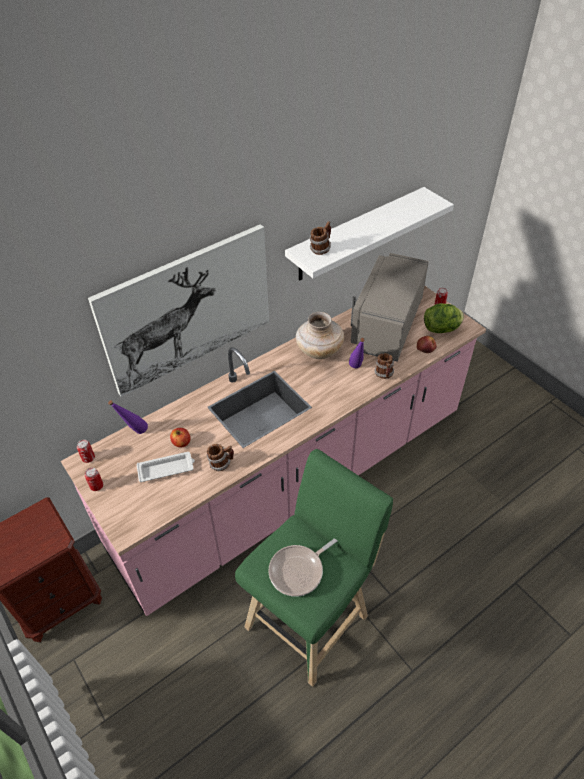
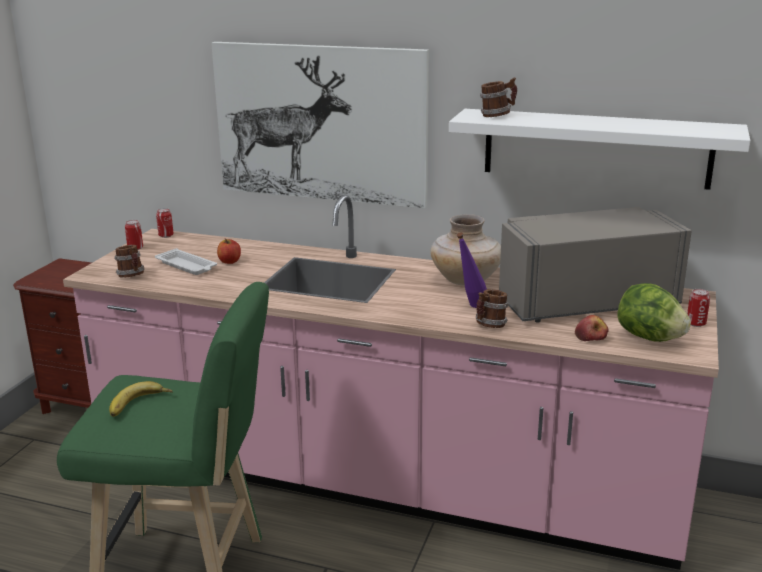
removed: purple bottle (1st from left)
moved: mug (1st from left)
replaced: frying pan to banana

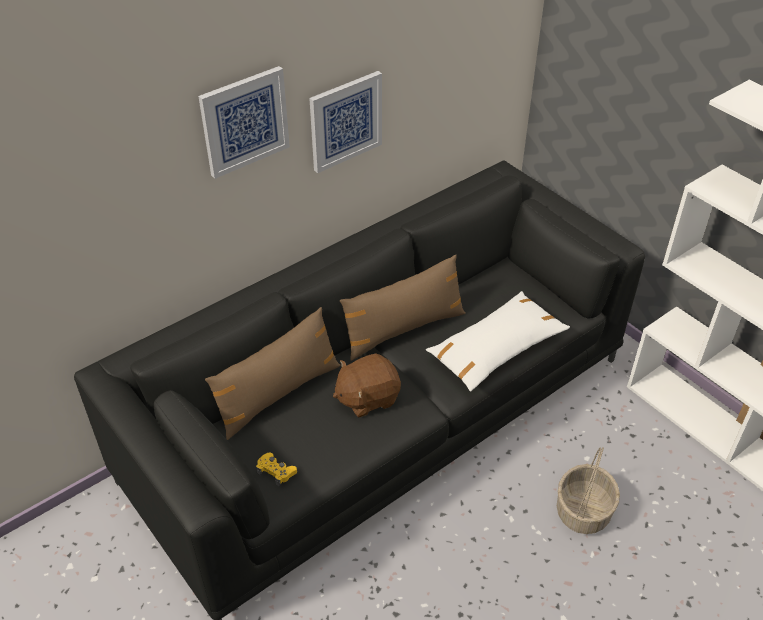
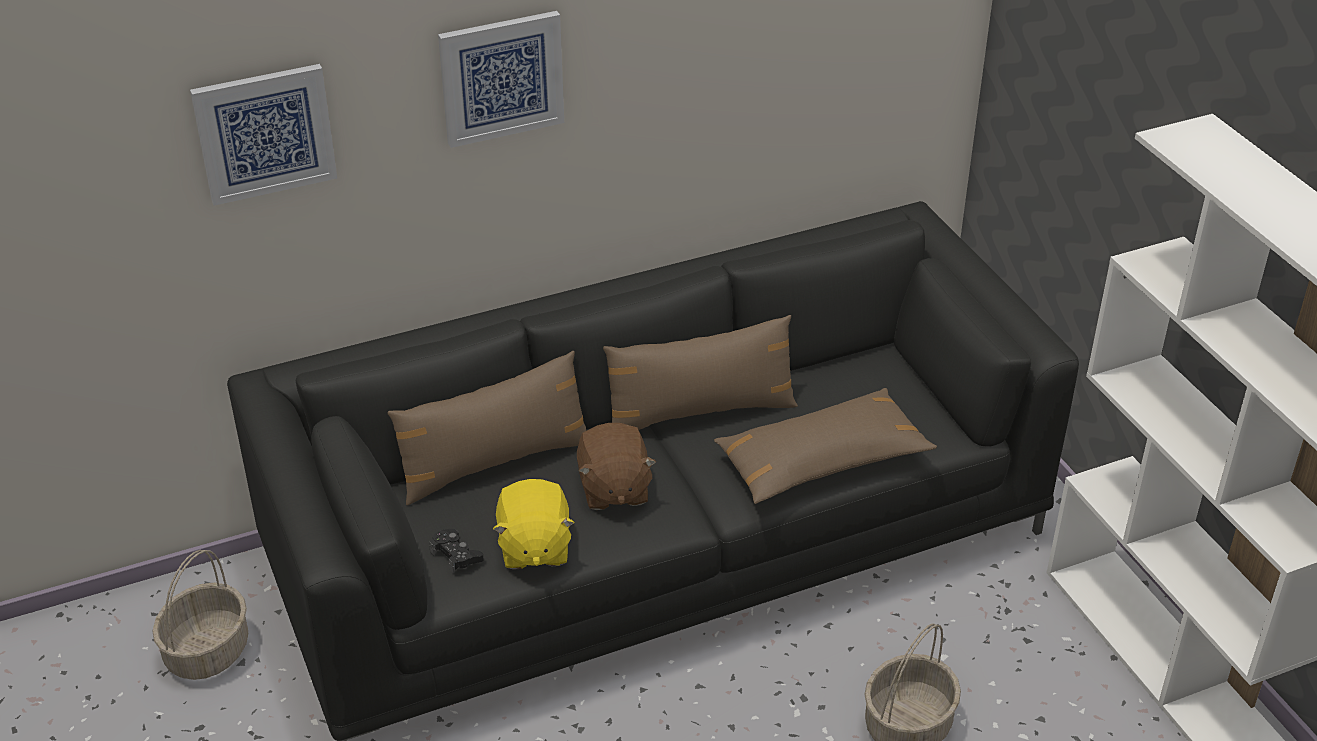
added: basket (1st from left); yellow plush toy
moved: picture (2nd from left in the first image) to picture (1st from left)
recoloured: yellow game controller to black game controller; white pillow to brown pillow (3rd from left)
turned: brown plush toy 90 degrees counterclockwise

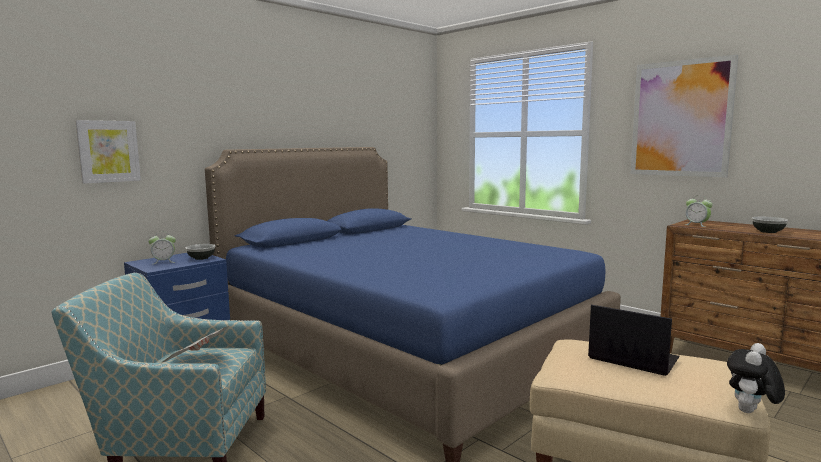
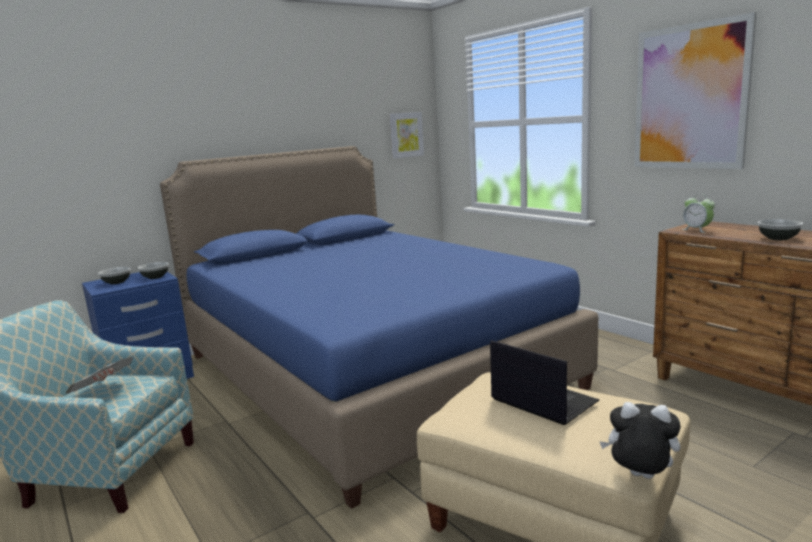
moved: picture (1st from left)
replaced: alarm clock (1st from left) to bowl (1st from left)
turned: plush toy 60 degrees clockwise

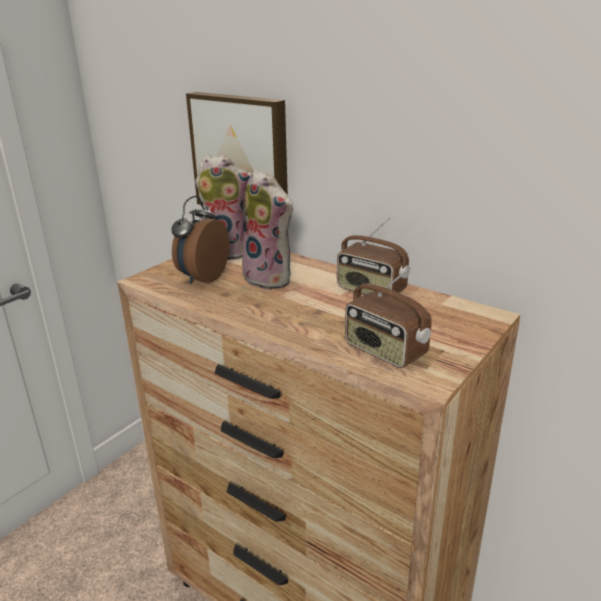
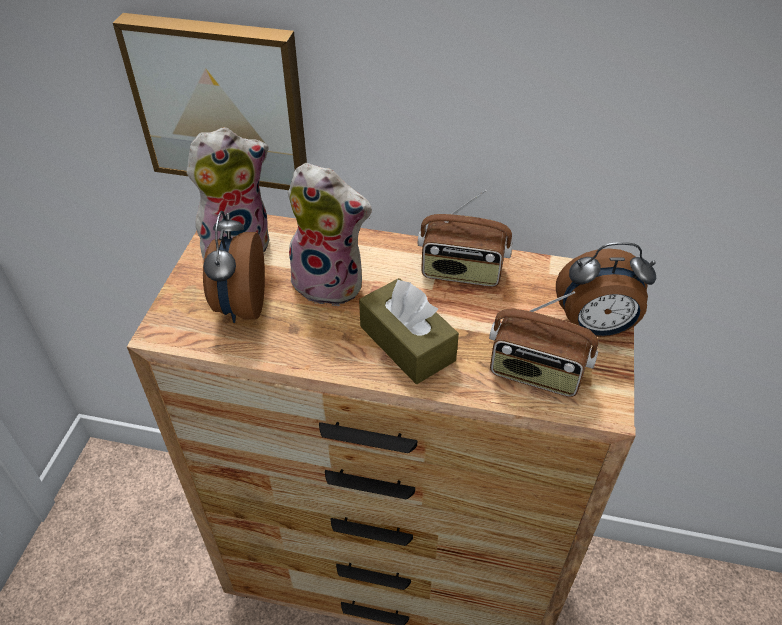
added: brown tissue box; alarm clock (2nd from left)

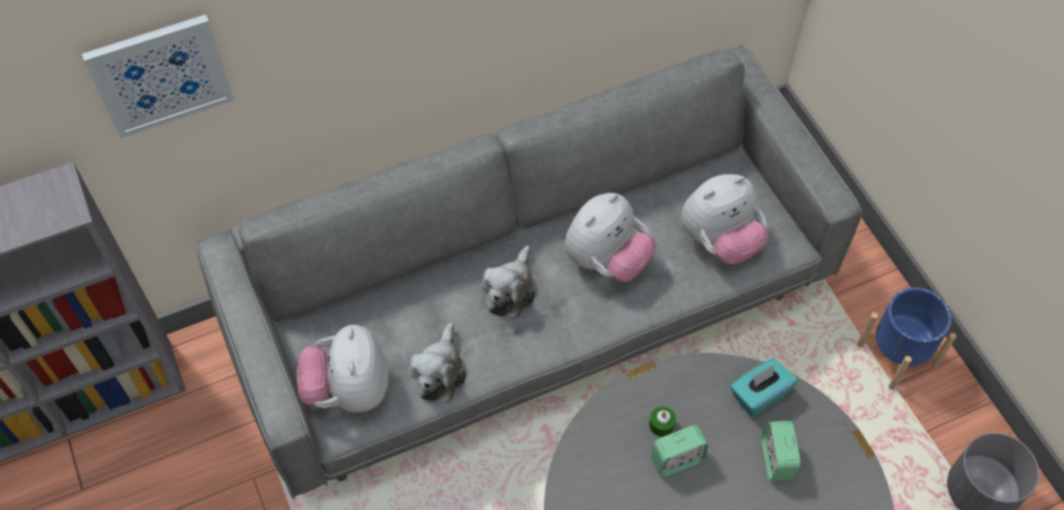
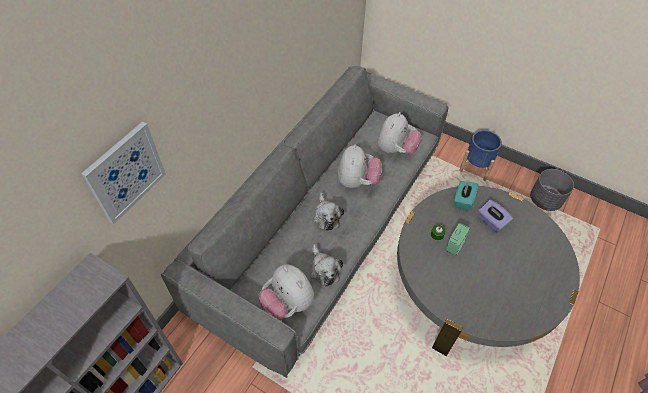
replaced: alarm clock (2nd from left) to purple tissue box

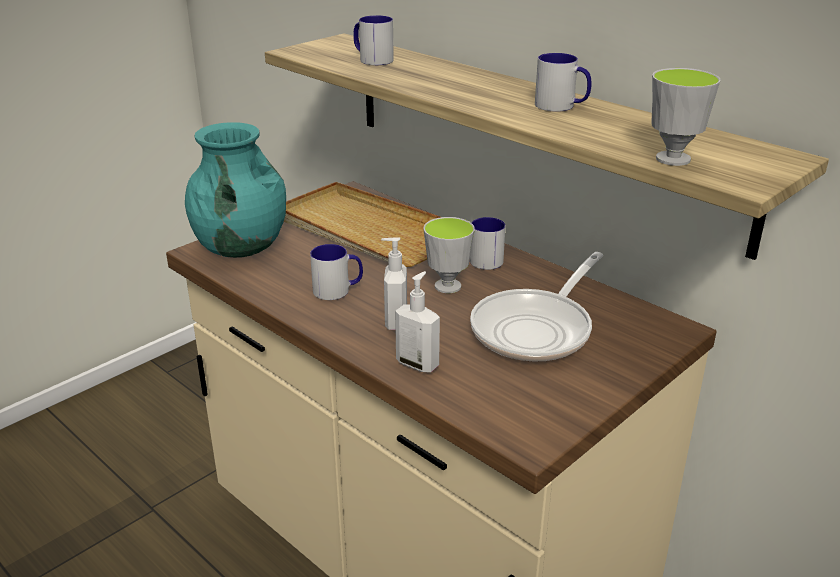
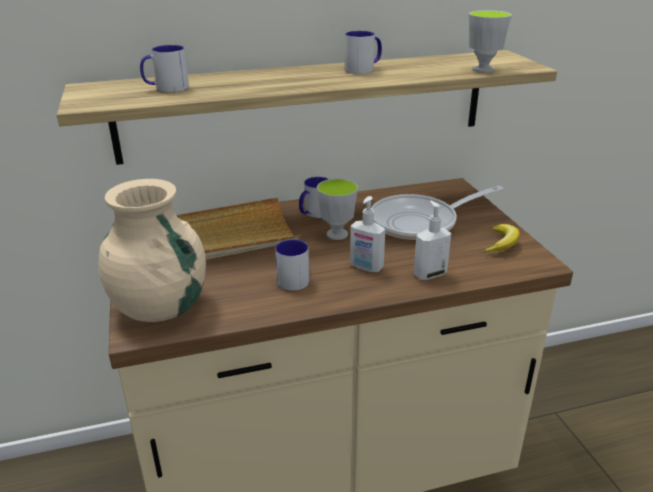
added: banana
recoloured: turquoise vase to beige vase
turned: frying pan 90 degrees clockwise

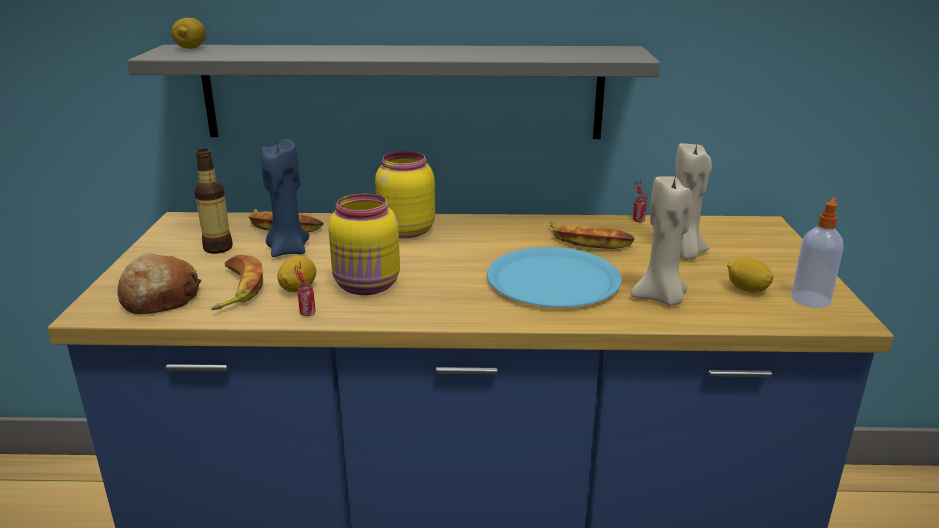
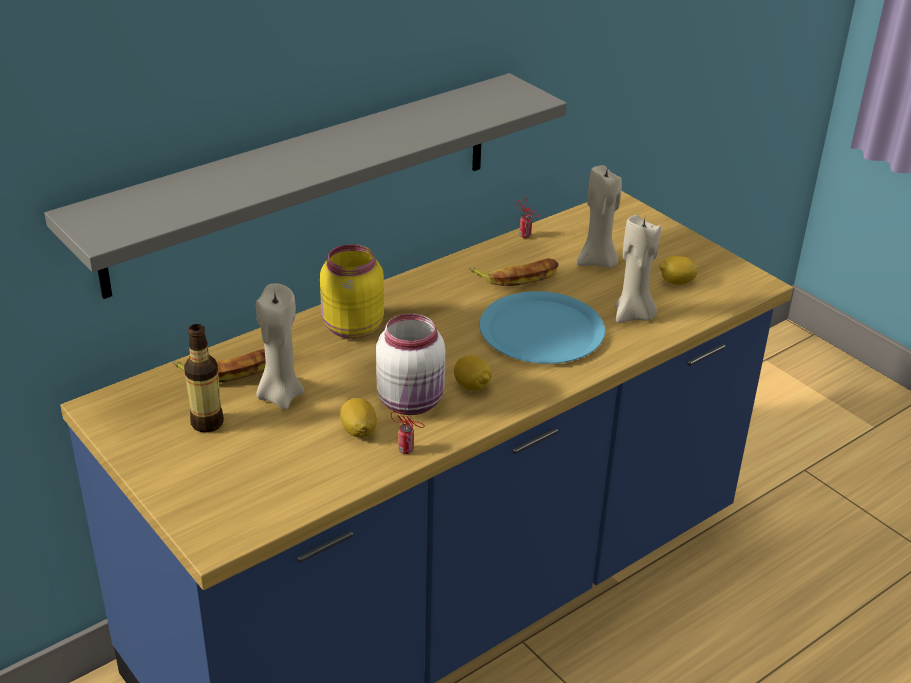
removed: bread; banana (1st from left); soap dispenser
moved: lemon (1st from left in the first image) to lemon (2nd from left)
recoloured: blue candle to beige candle (1st from left); yellow jar (1st from left) to white jar

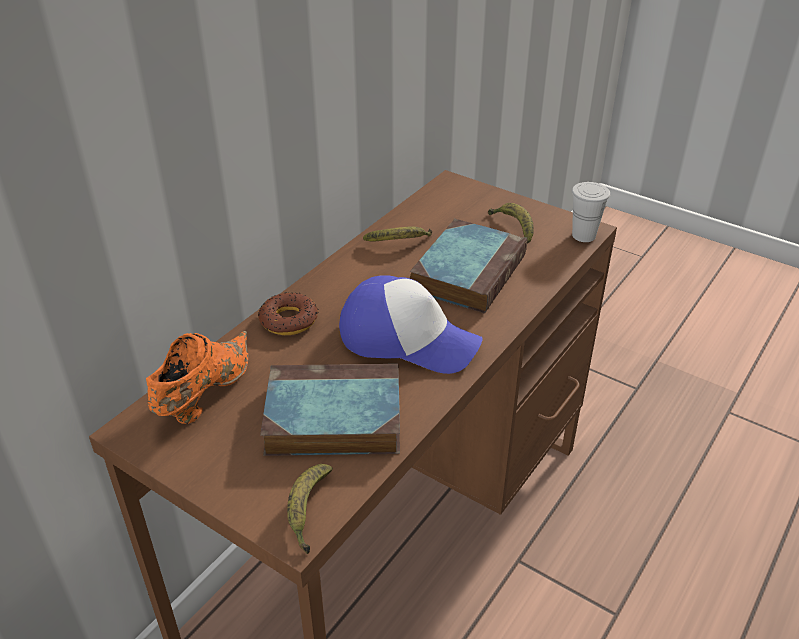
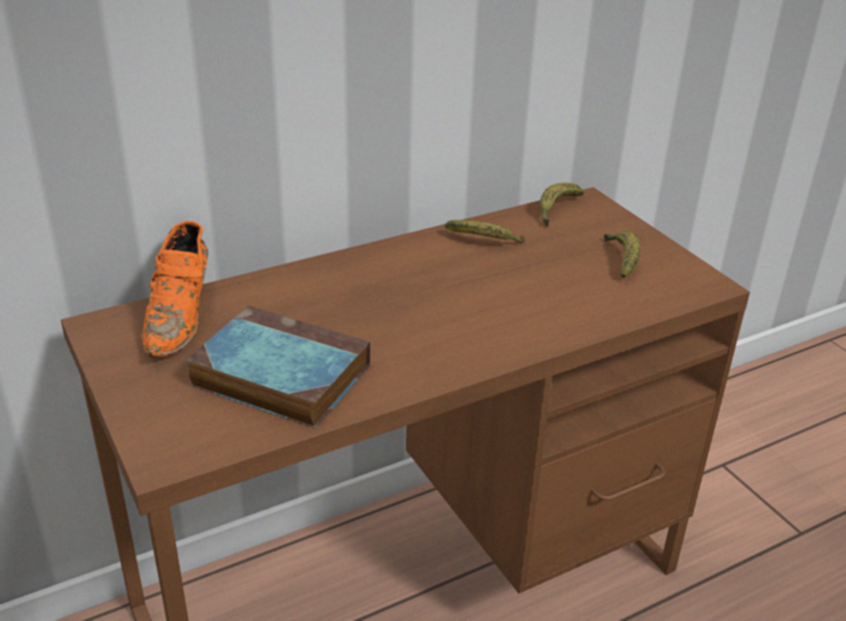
removed: donut; cap; book (2nd from left); white cup
moved: banana (1st from left in the first image) to banana (2nd from left)
turned: orange shoe 135 degrees clockwise

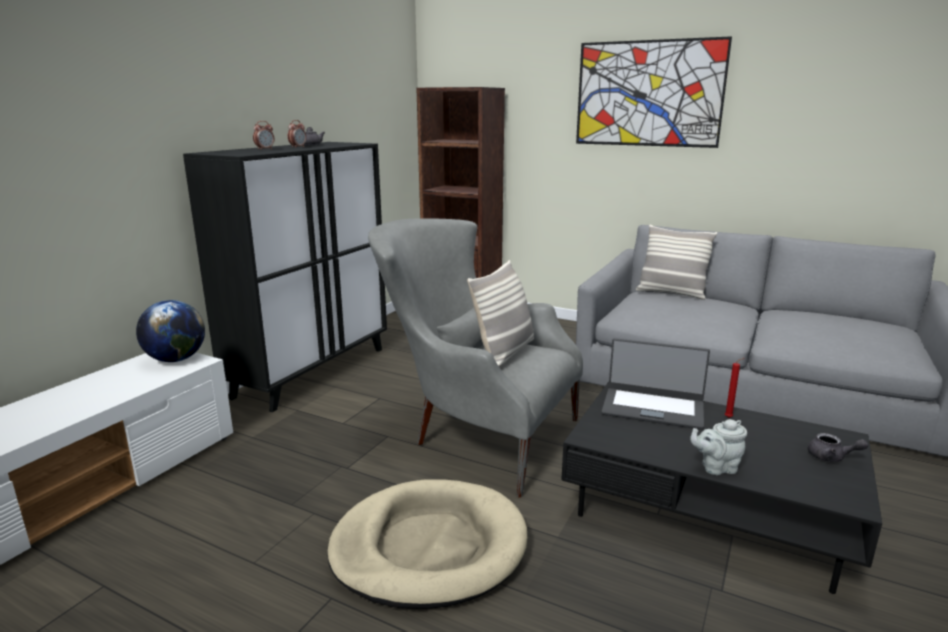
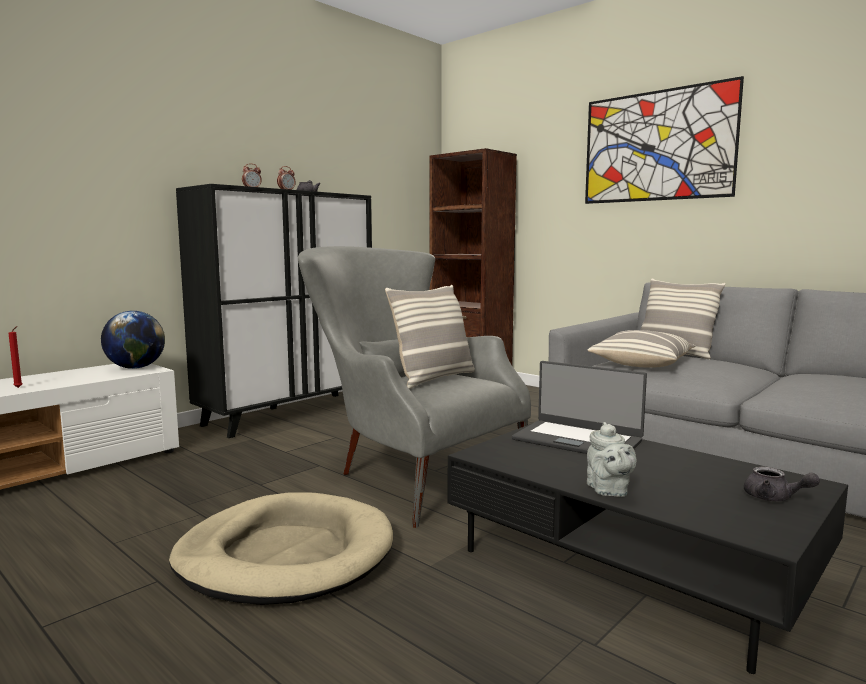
added: pillow (2nd from left)
moved: red candle
turned: grey teapot (2nd from left) 105 degrees counterclockwise

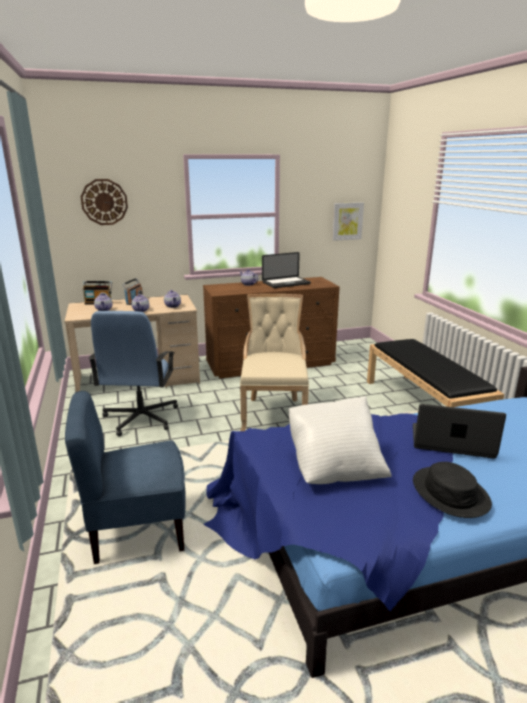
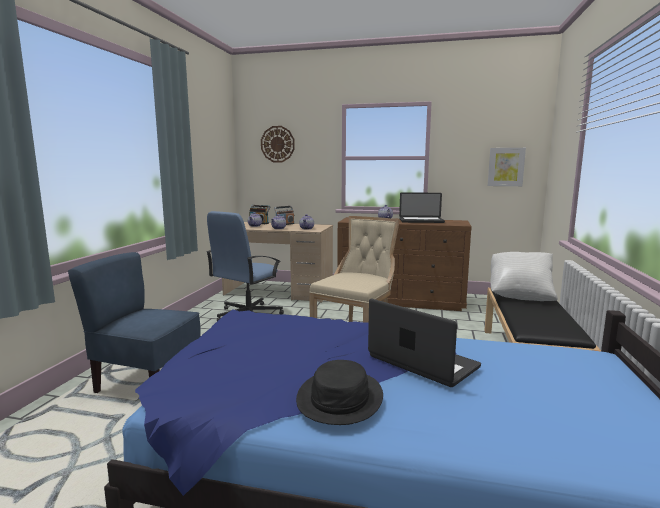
moved: white pillow

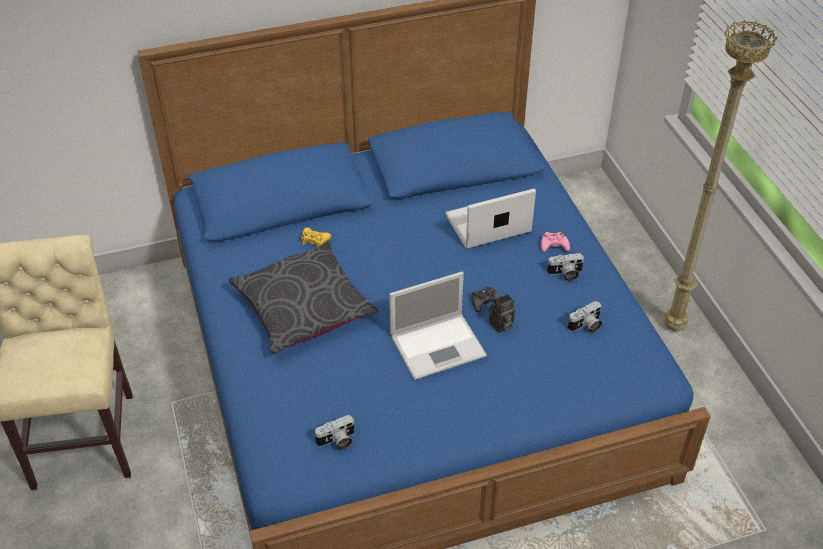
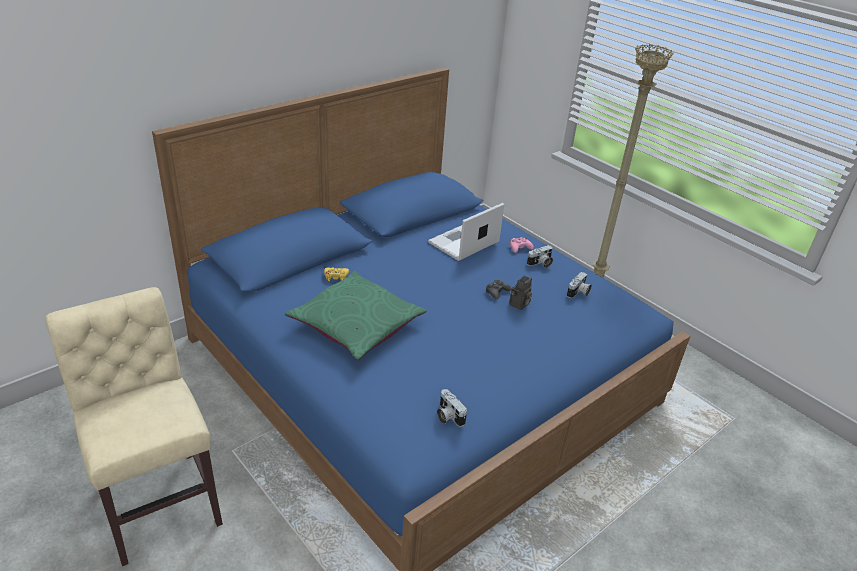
removed: laptop (1st from left)
recoloured: grey pillow to green pillow
turned: photo camera (1st from left) 105 degrees clockwise

